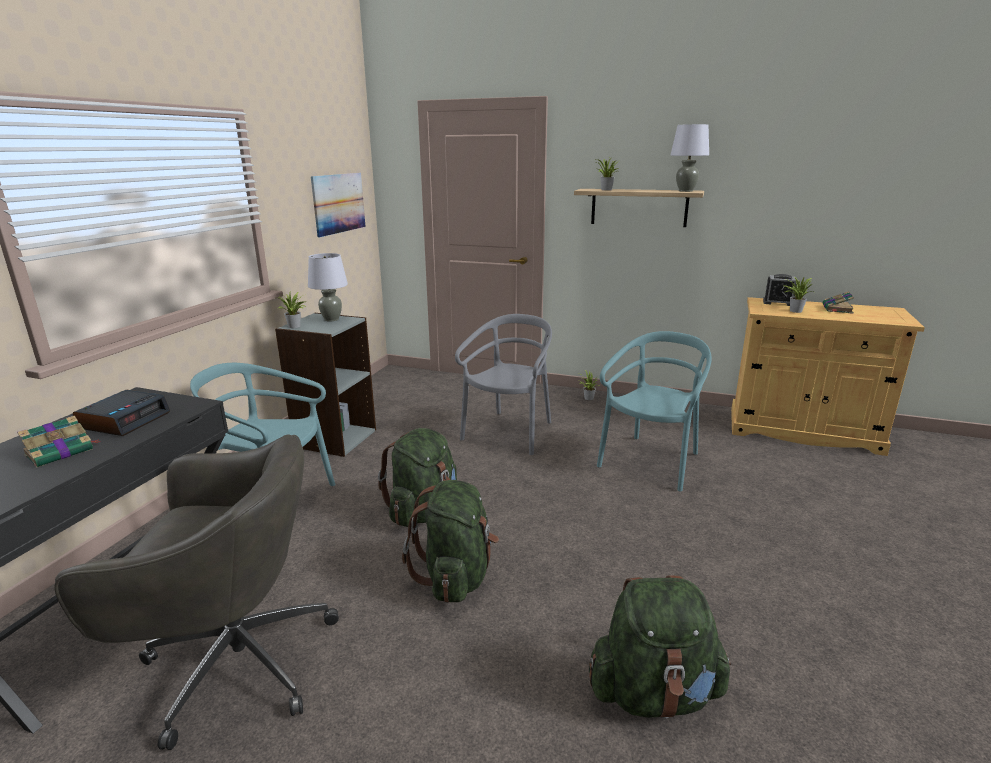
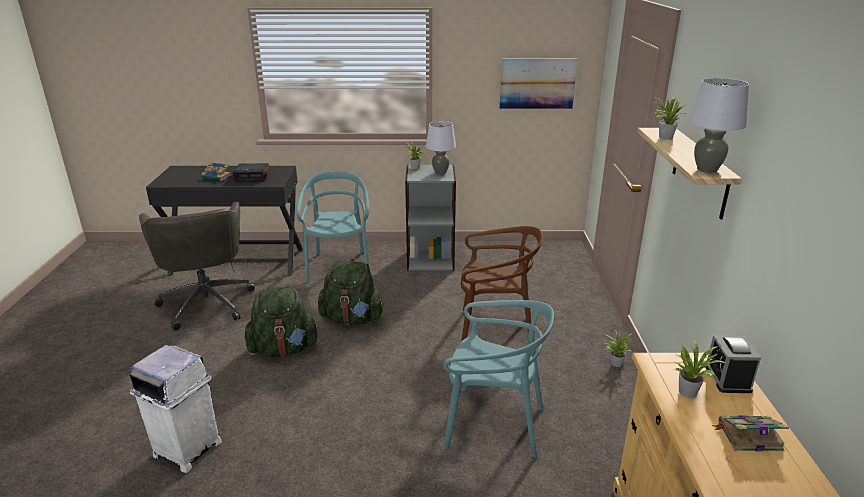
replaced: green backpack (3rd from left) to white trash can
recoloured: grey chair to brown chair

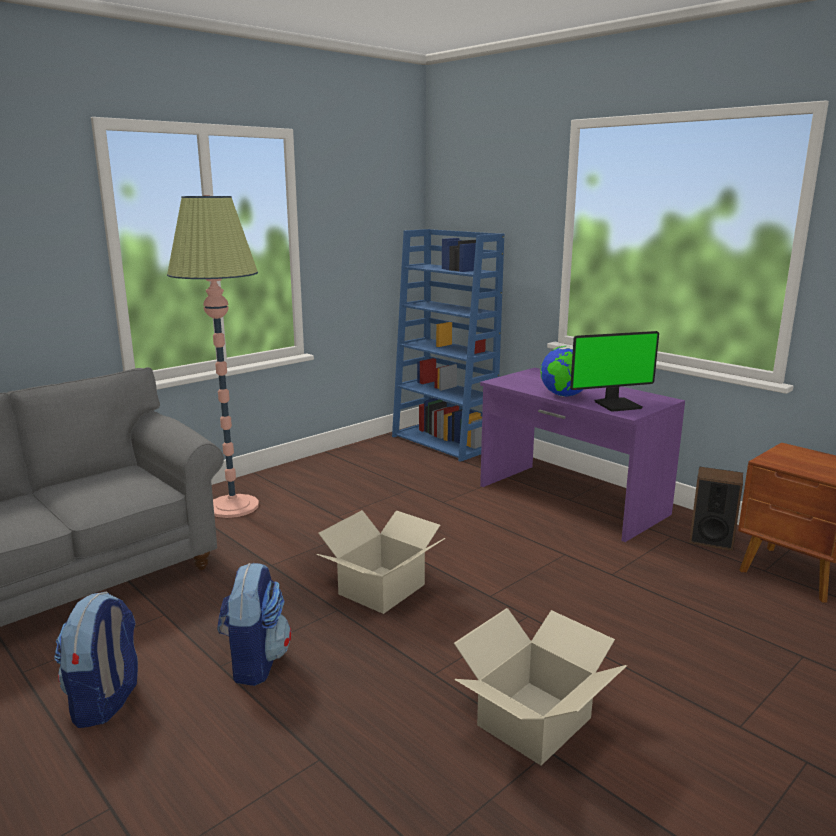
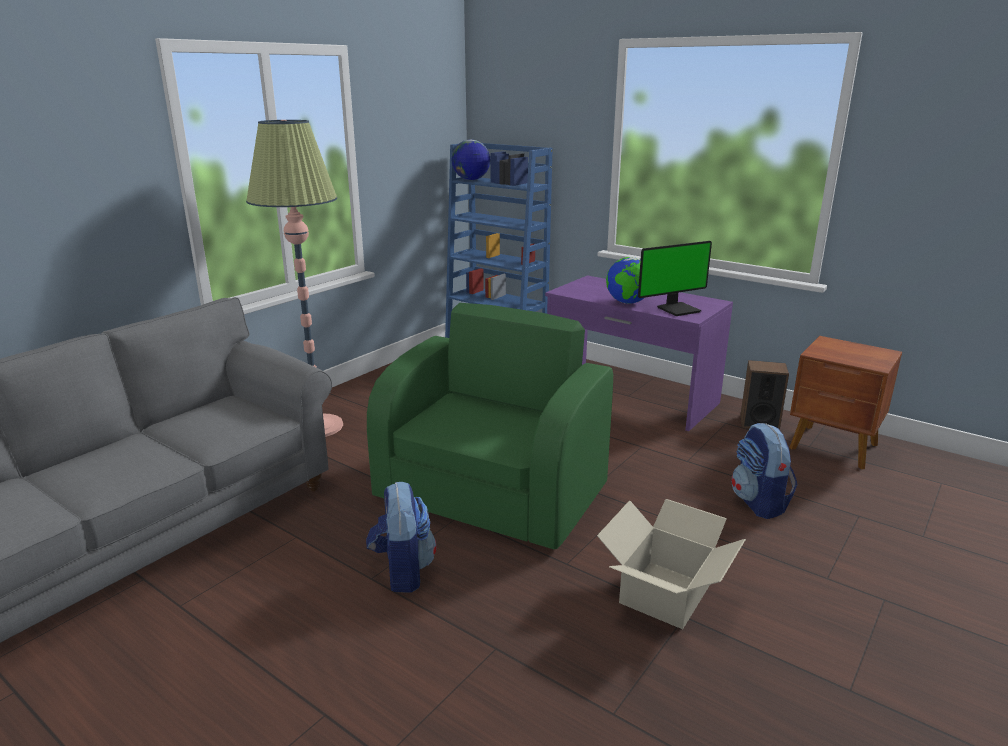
added: globe (1st from left)
moved: backpack (1st from left in the first image) to backpack (2nd from left)
replaced: cardboard box (1st from left) to green armchair

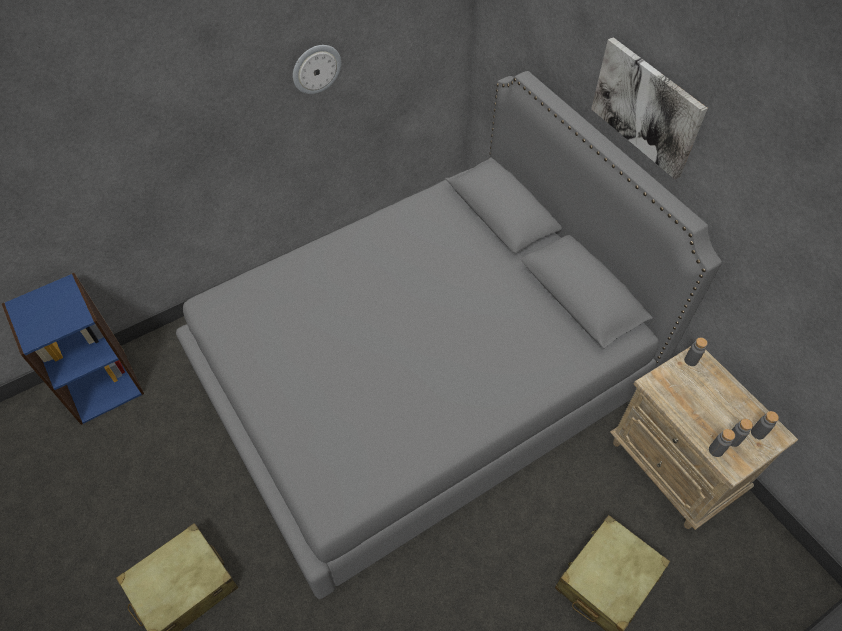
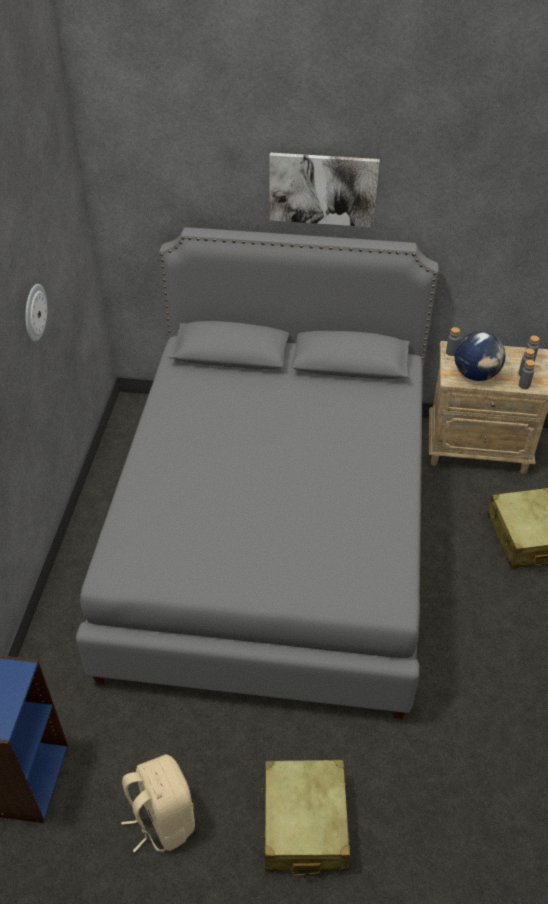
added: beige backpack; globe

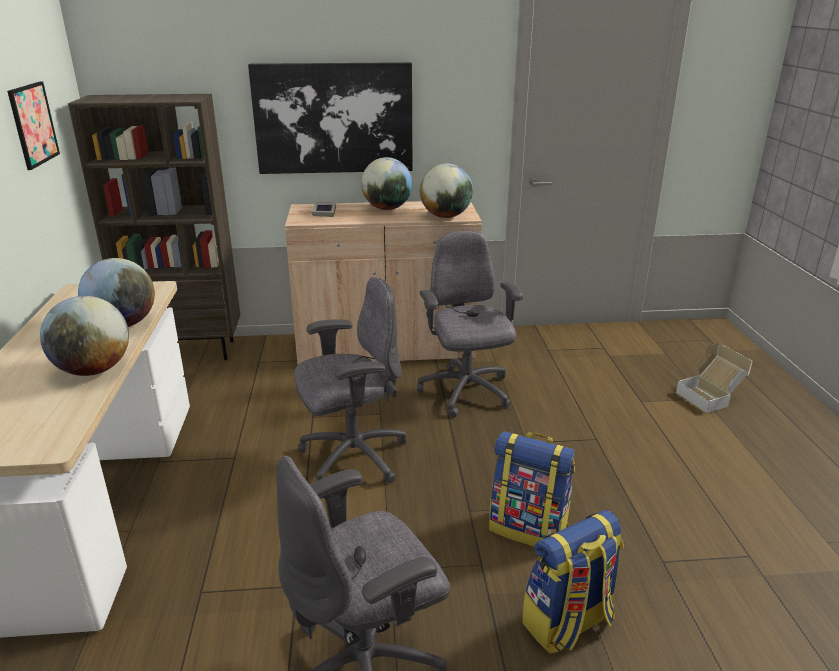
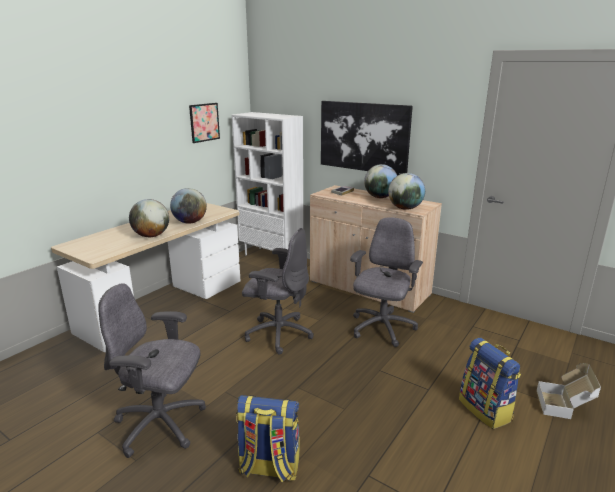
moved: backpack (1st from left in the first image) to backpack (2nd from left)
recoloured: brown bookcase to white bookcase

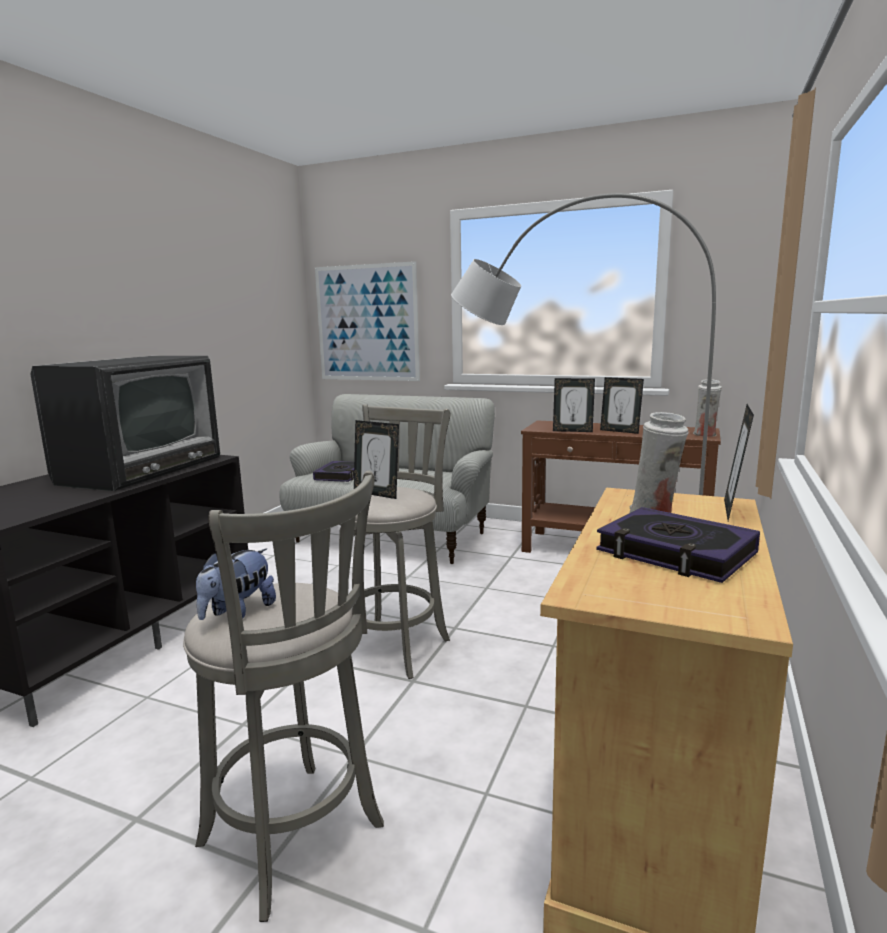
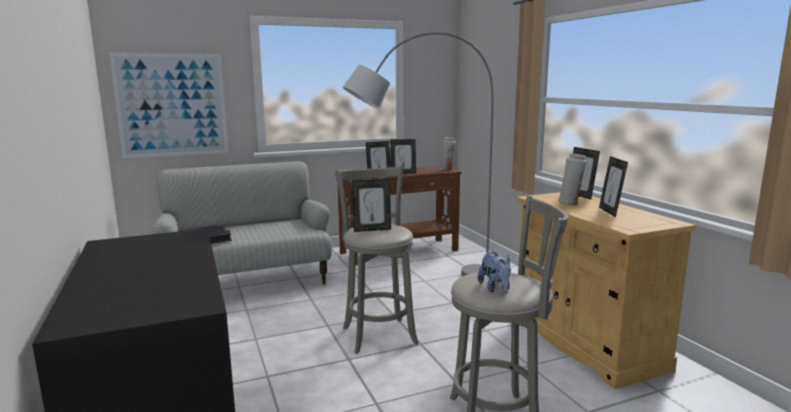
removed: television
replaced: book (2nd from left) to picture frame (5th from left)

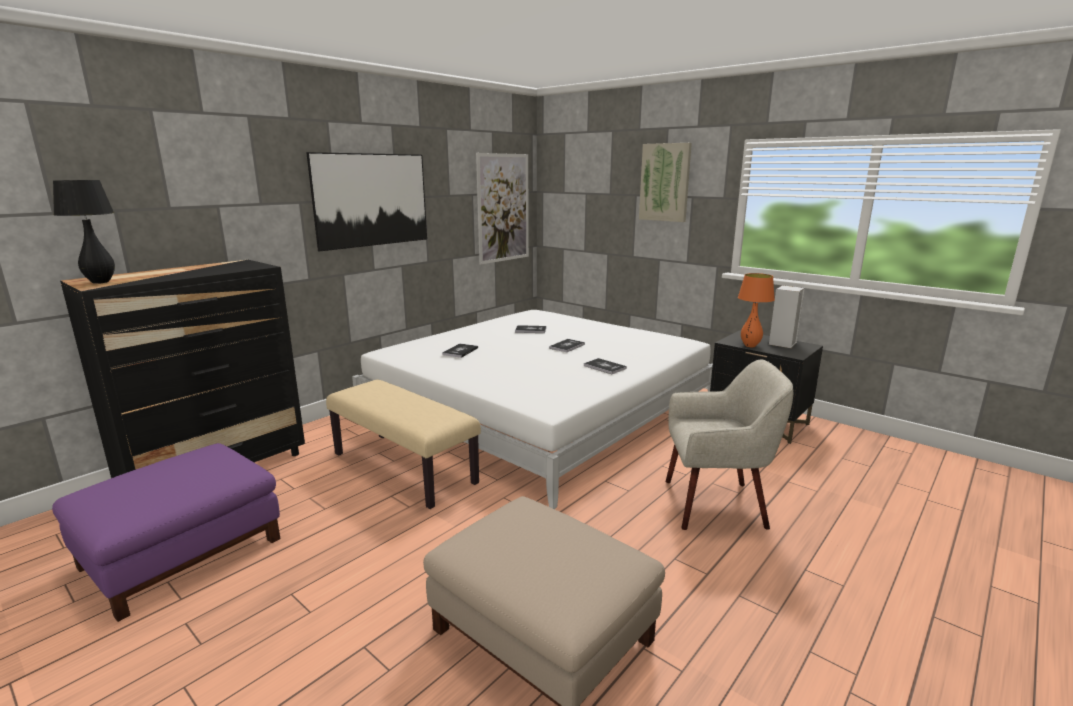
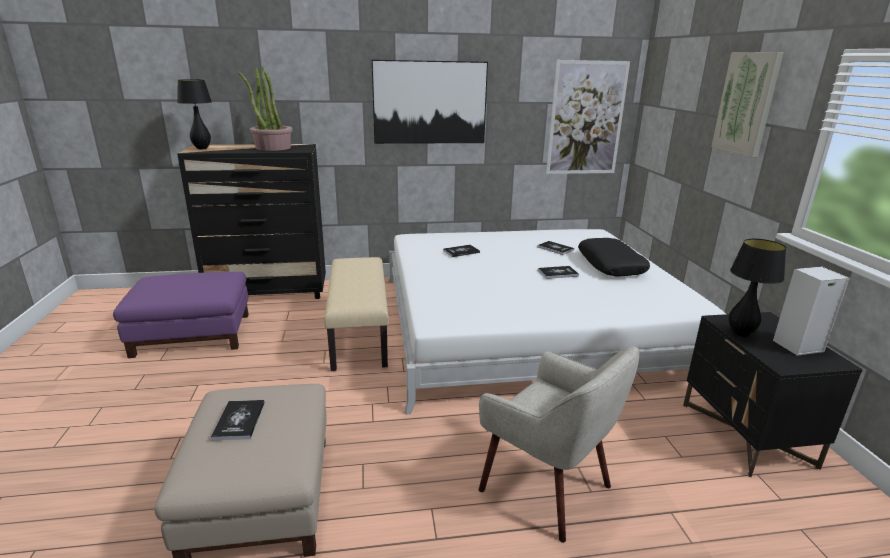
added: potted plant; black pillow
moved: book (4th from left in the first image) to book (1st from left)
recoloured: orange table lamp to black table lamp (2nd from left)

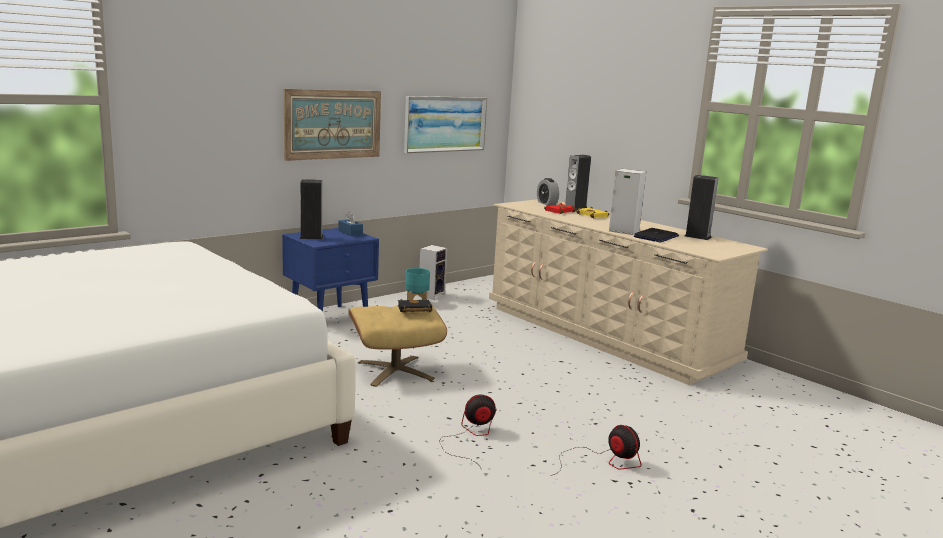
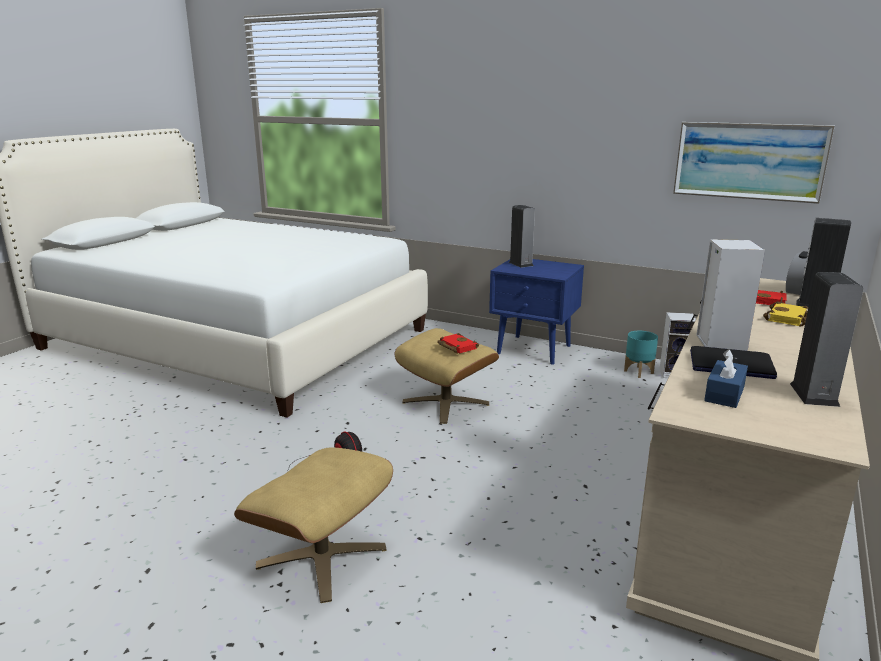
removed: picture (1st from left)
moved: blue tissue box
replaced: fan (2nd from left) to beige ottoman (1st from left)
recoloured: black book to red book (1st from left)

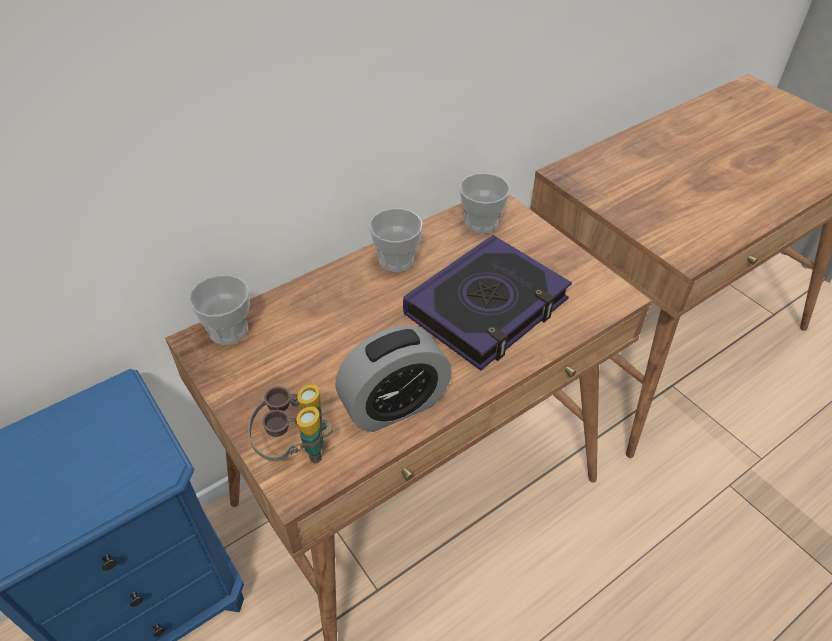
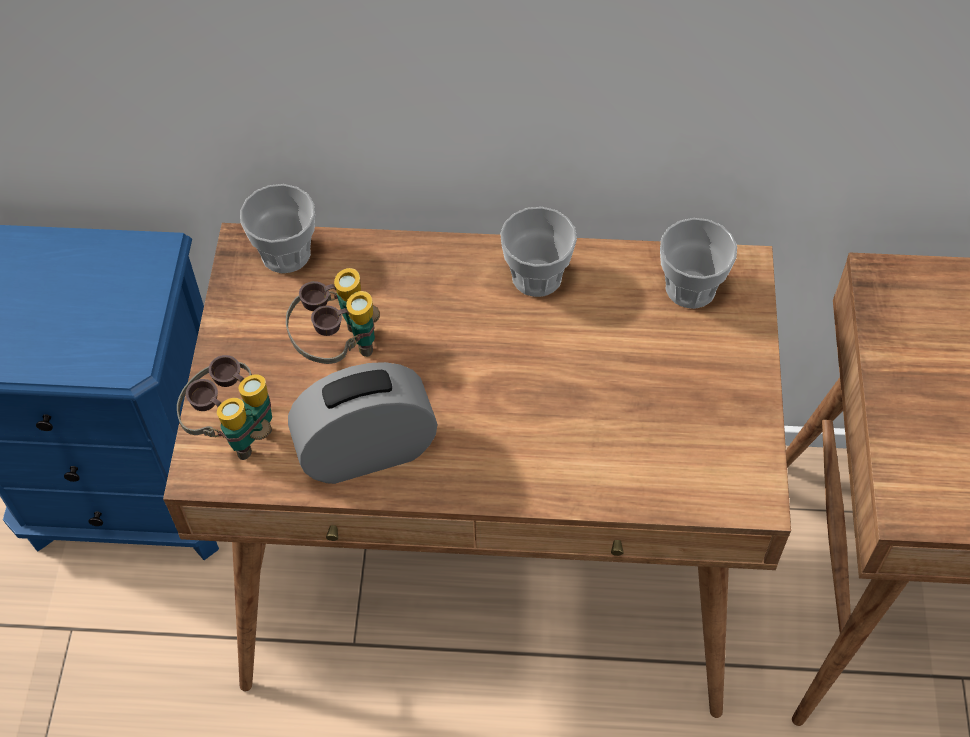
removed: book
added: binoculars (2nd from left)
turned: alarm clock 150 degrees clockwise

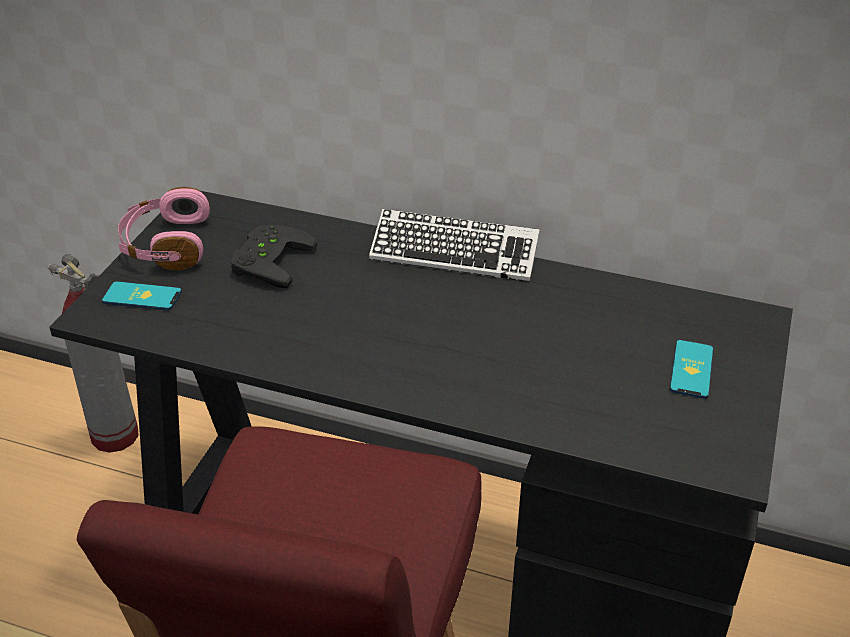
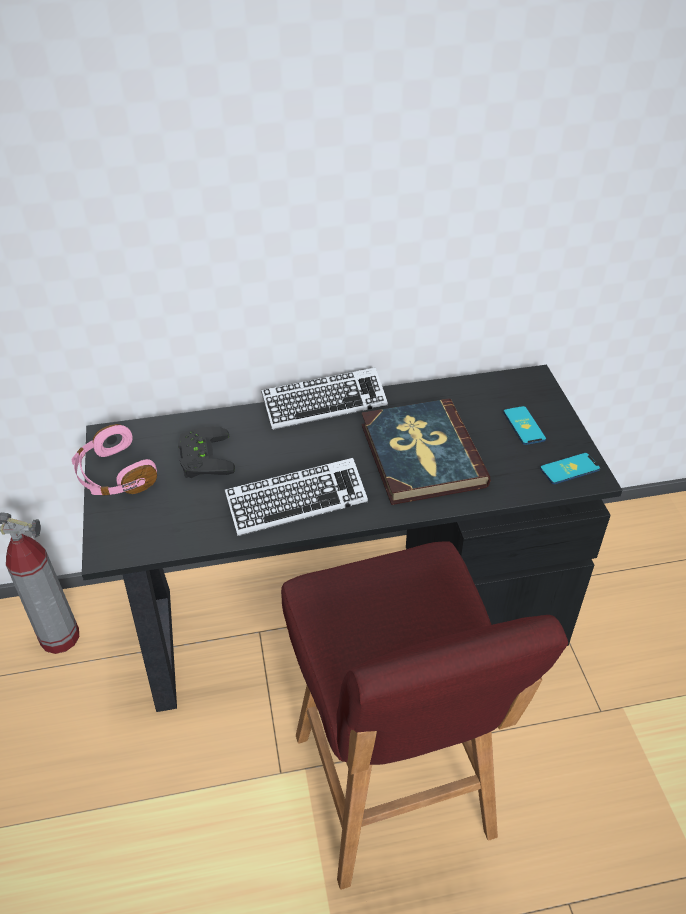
added: keyboard (1st from left); book
moved: phone (1st from left in the first image) to phone (2nd from left)

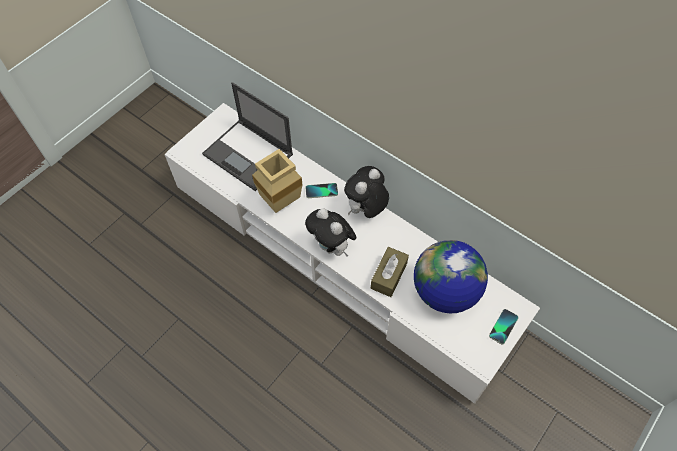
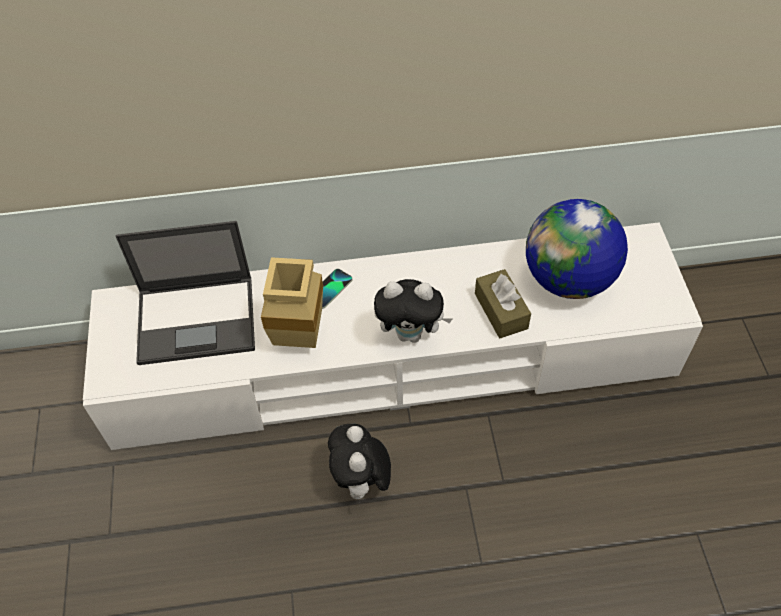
removed: phone (2nd from left)
moved: plush toy (2nd from left in the first image) to plush toy (1st from left)

